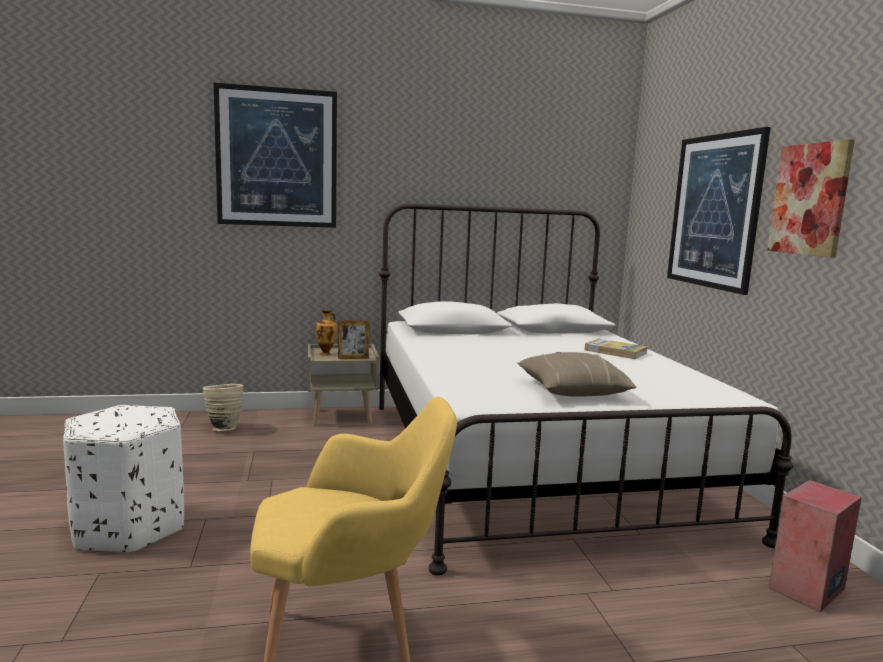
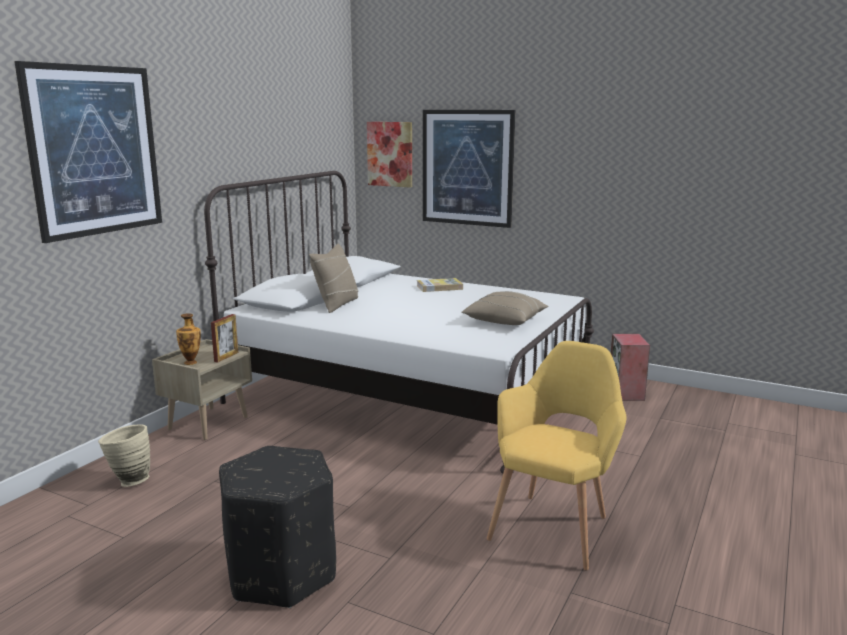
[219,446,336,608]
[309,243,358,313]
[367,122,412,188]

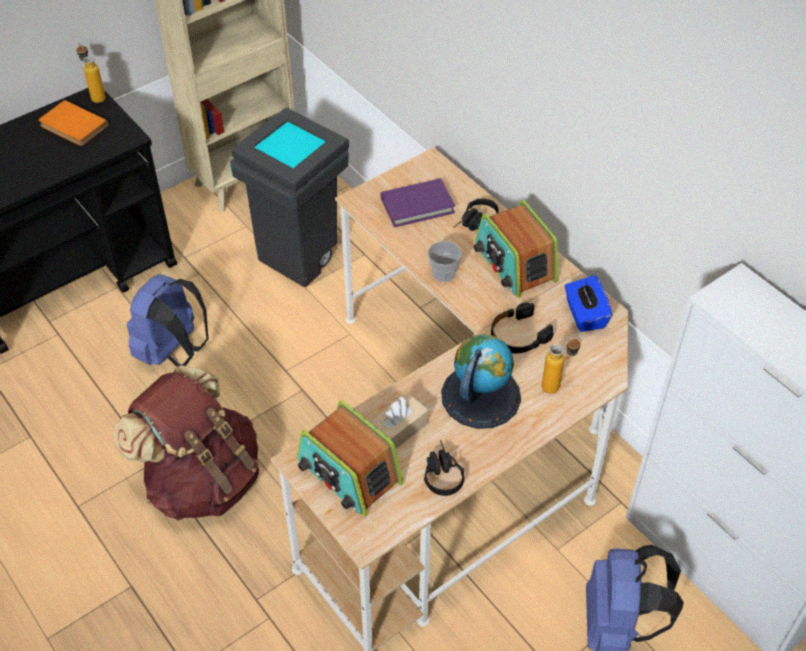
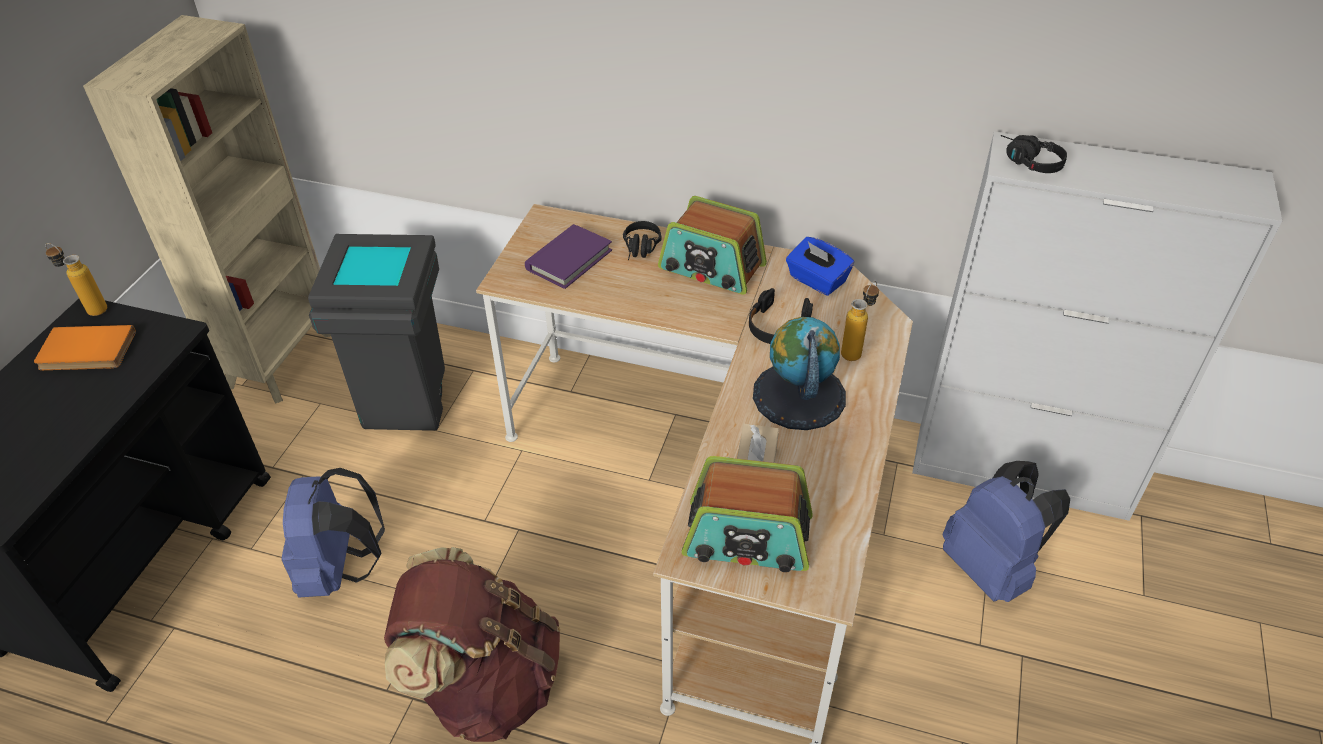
[1001,135,1067,173]
[428,241,462,282] (first image)

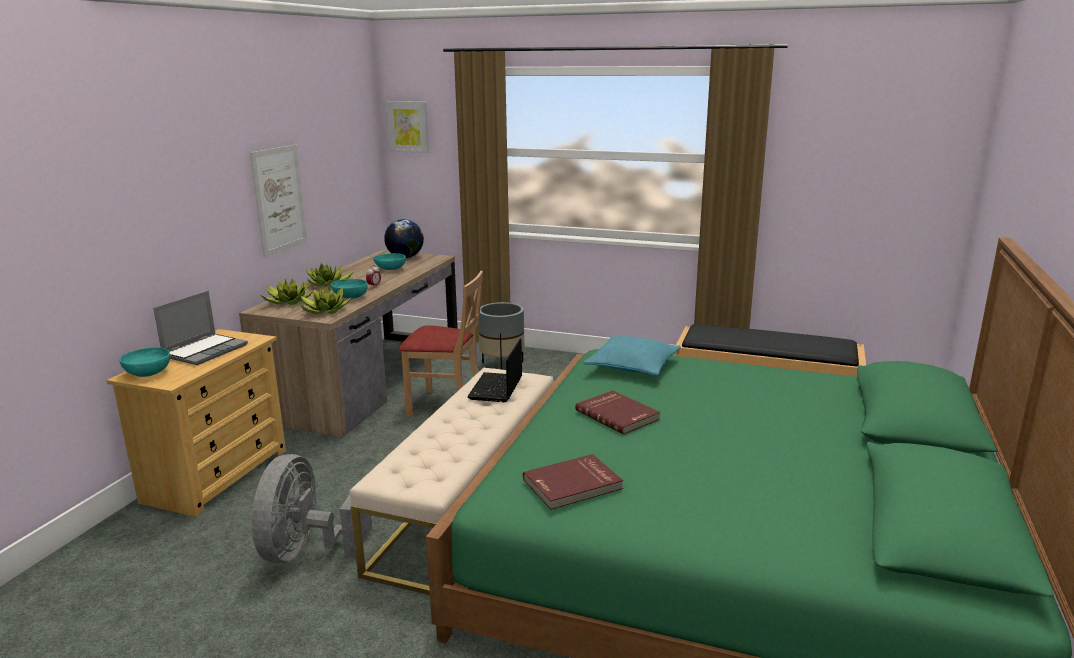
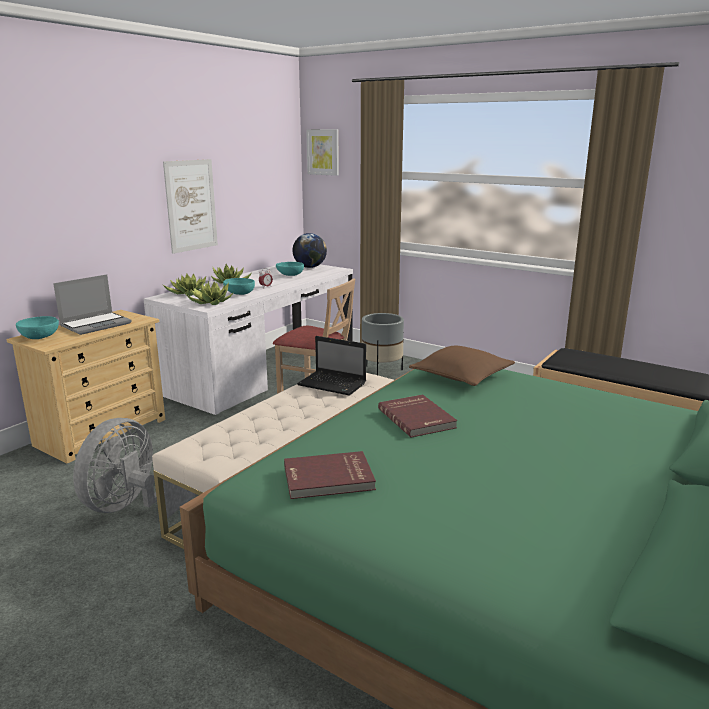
[143,261,353,415]
[297,336,366,396]
[409,346,515,386]

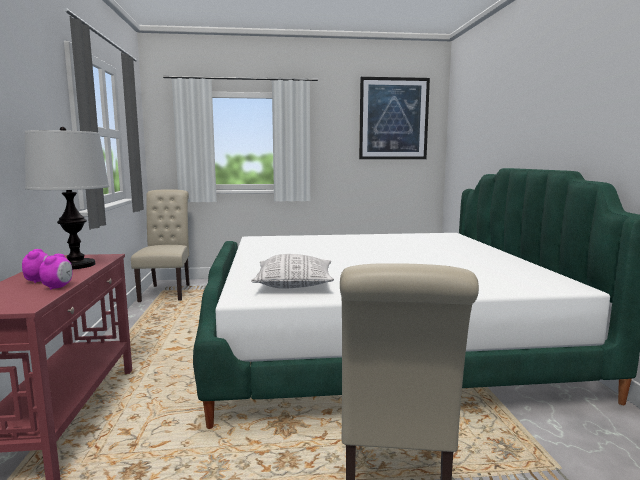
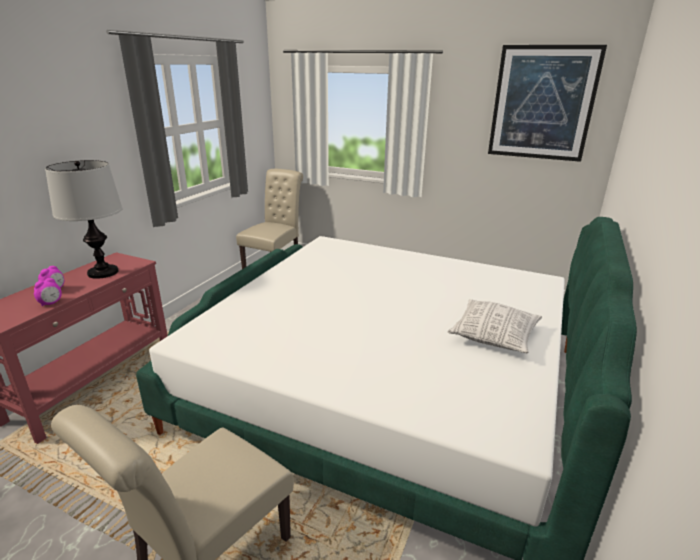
[448,299,542,353]

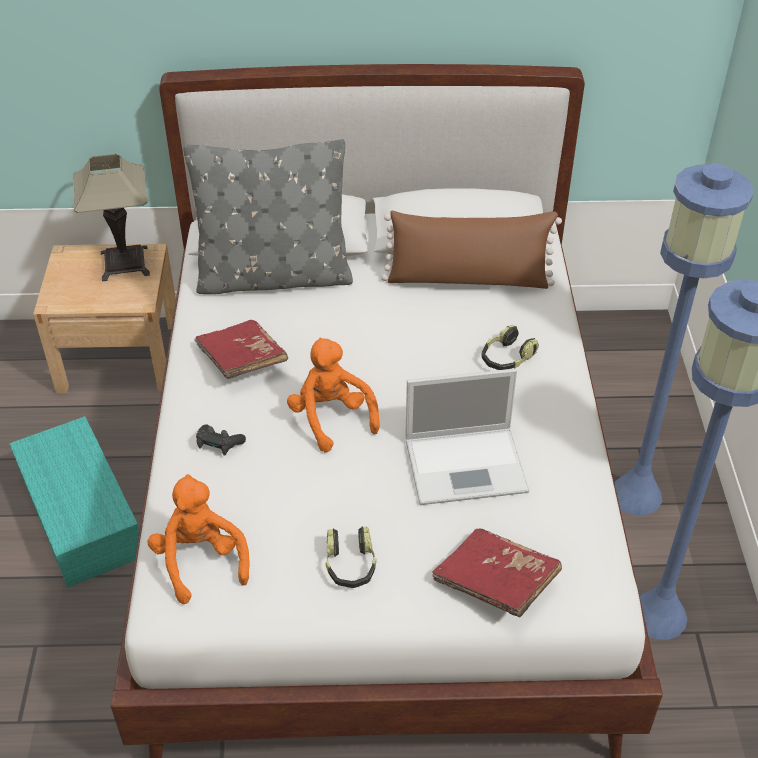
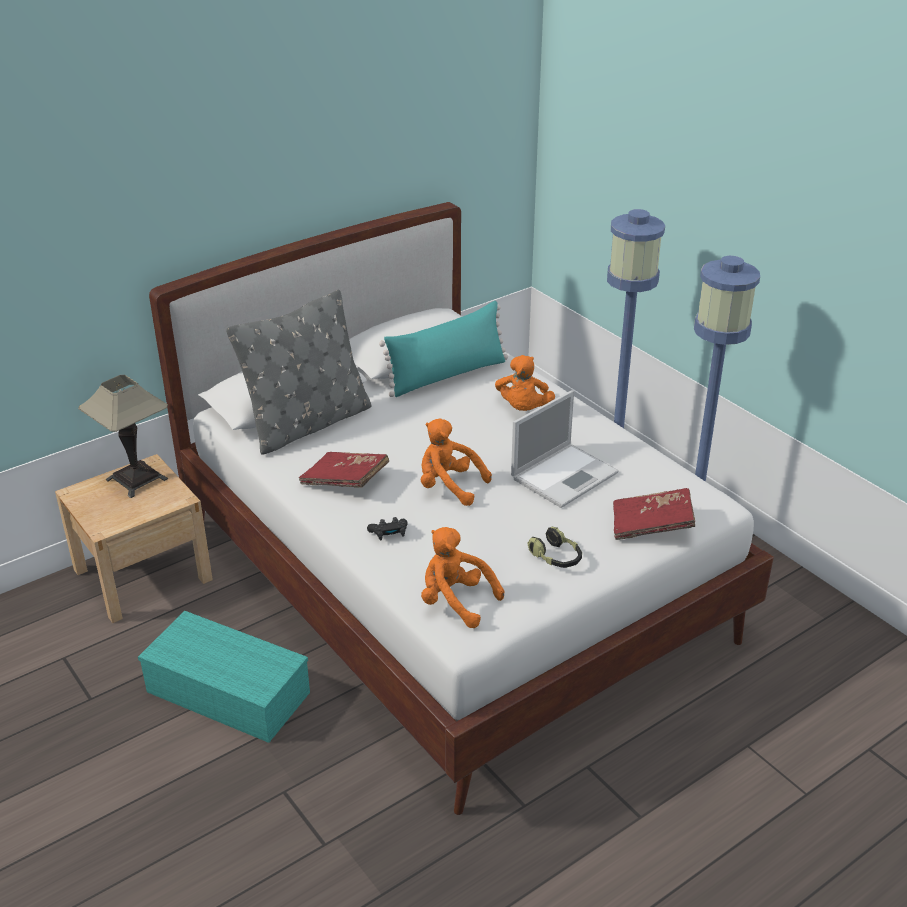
[379,301,508,397]
[495,355,555,411]

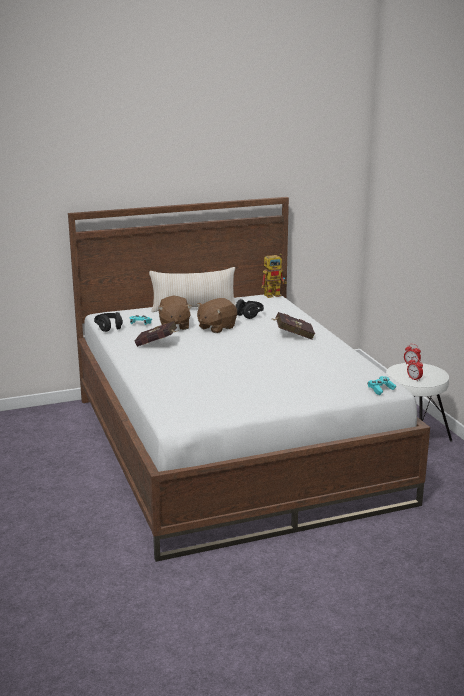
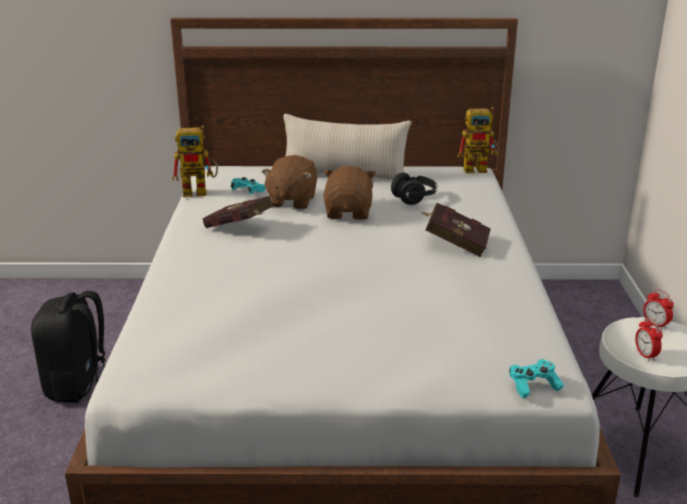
[31,291,106,403]
[172,125,218,197]
[323,166,376,220]

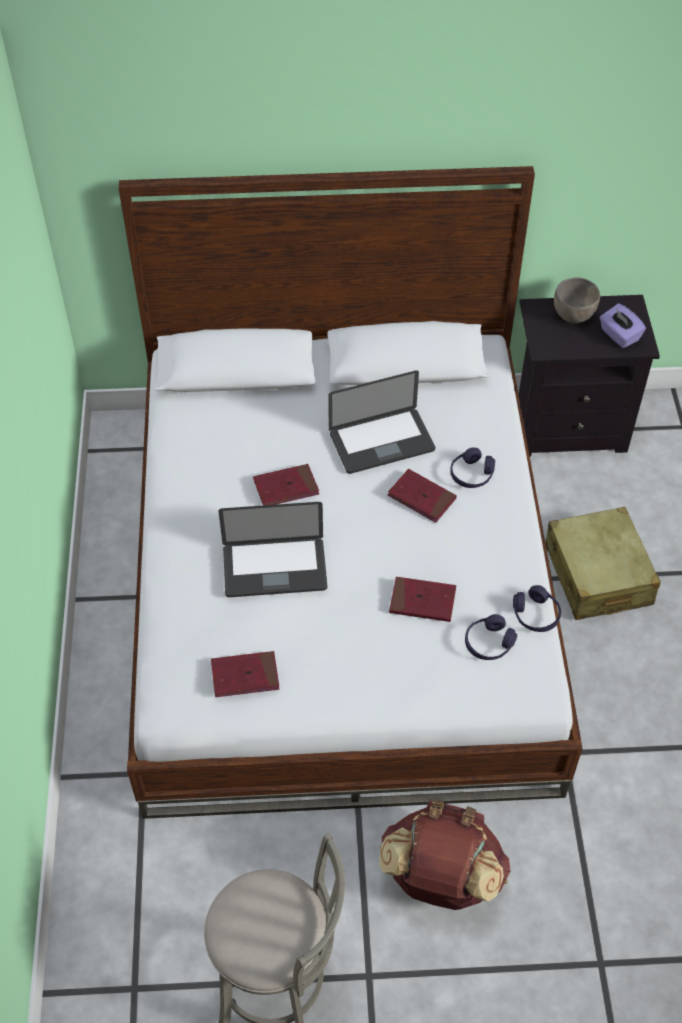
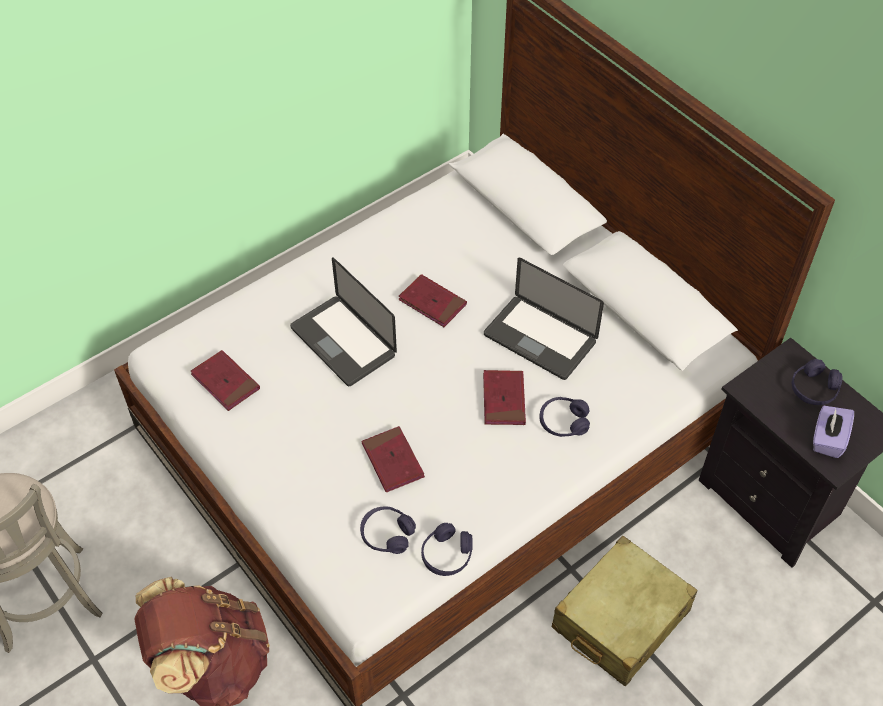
[792,359,843,405]

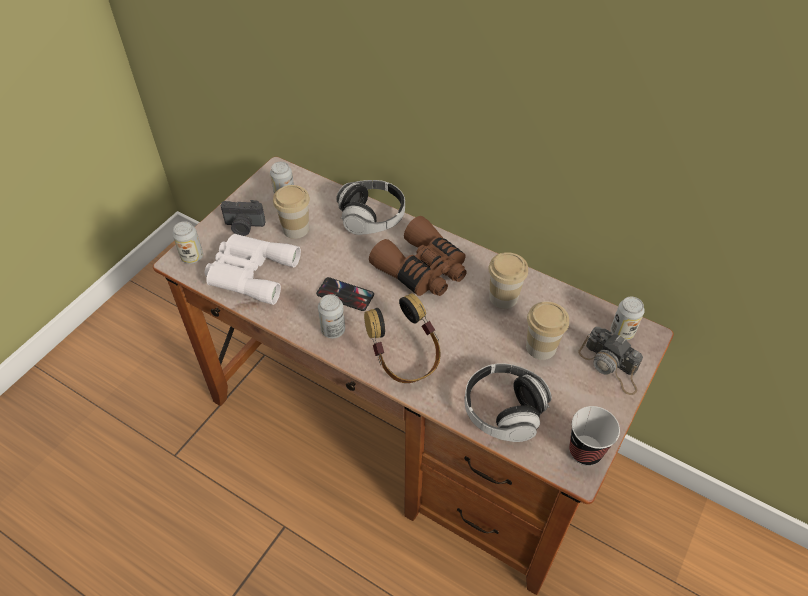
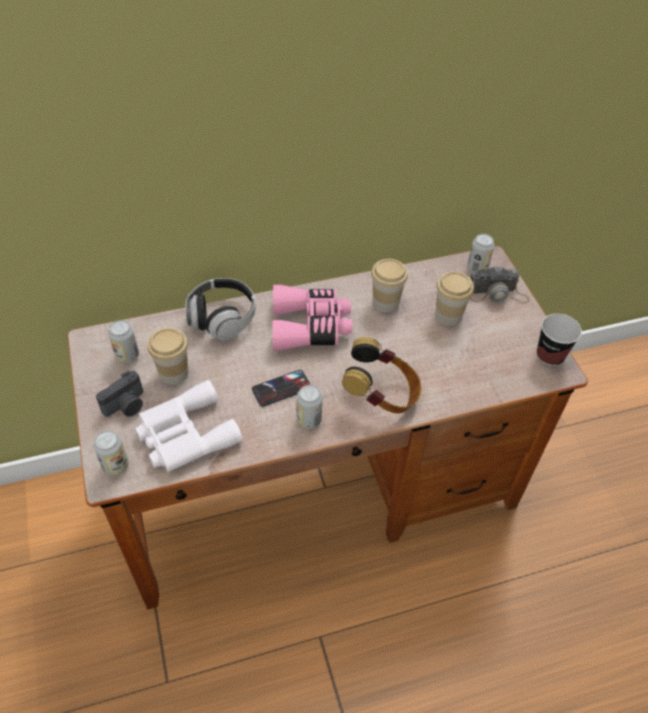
[272,285,352,351]
[465,363,552,442] (first image)

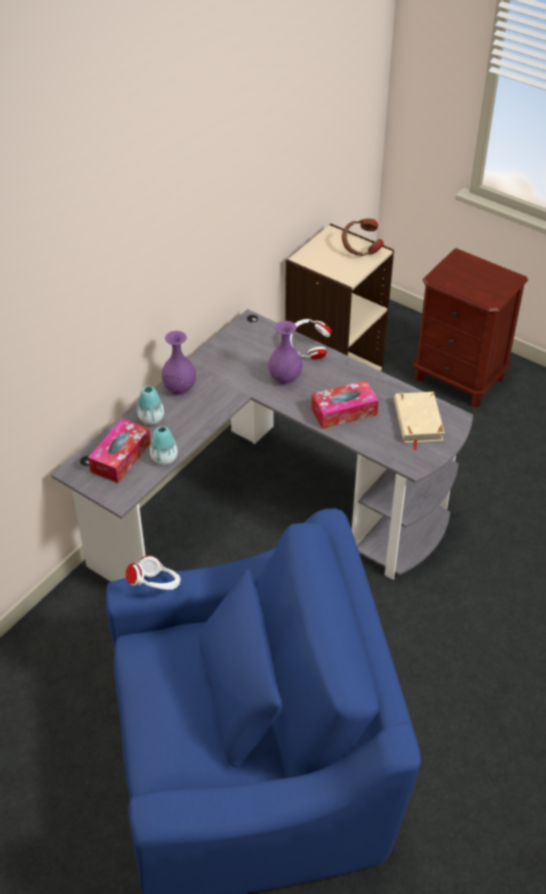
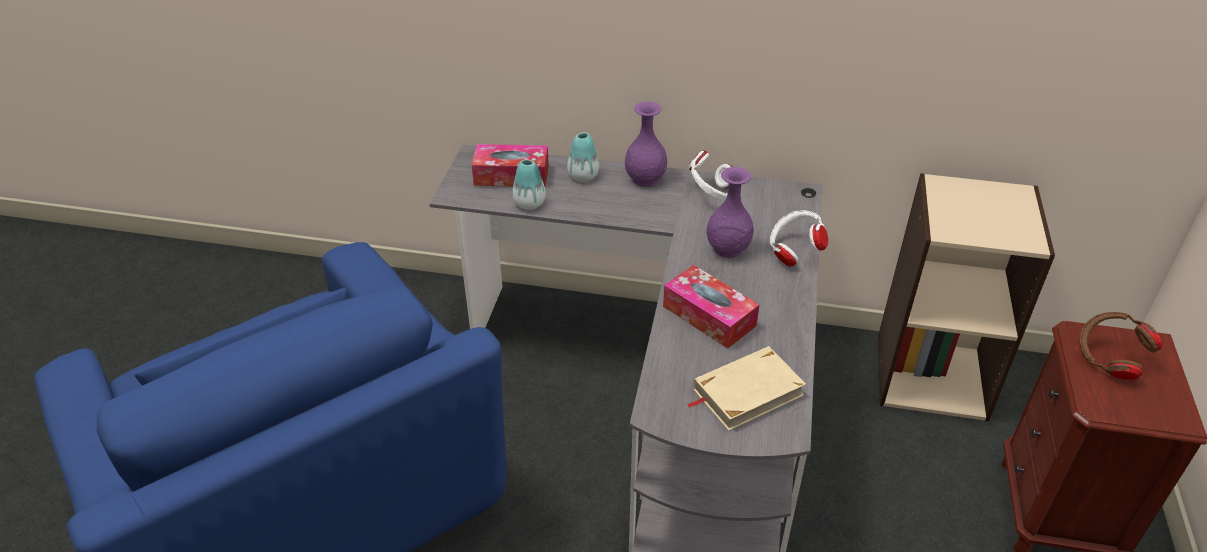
[688,150,733,201]
[1079,312,1163,380]

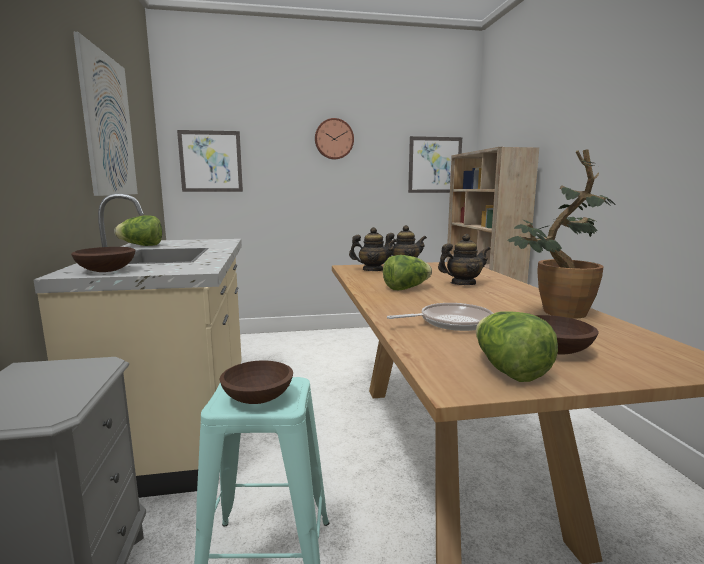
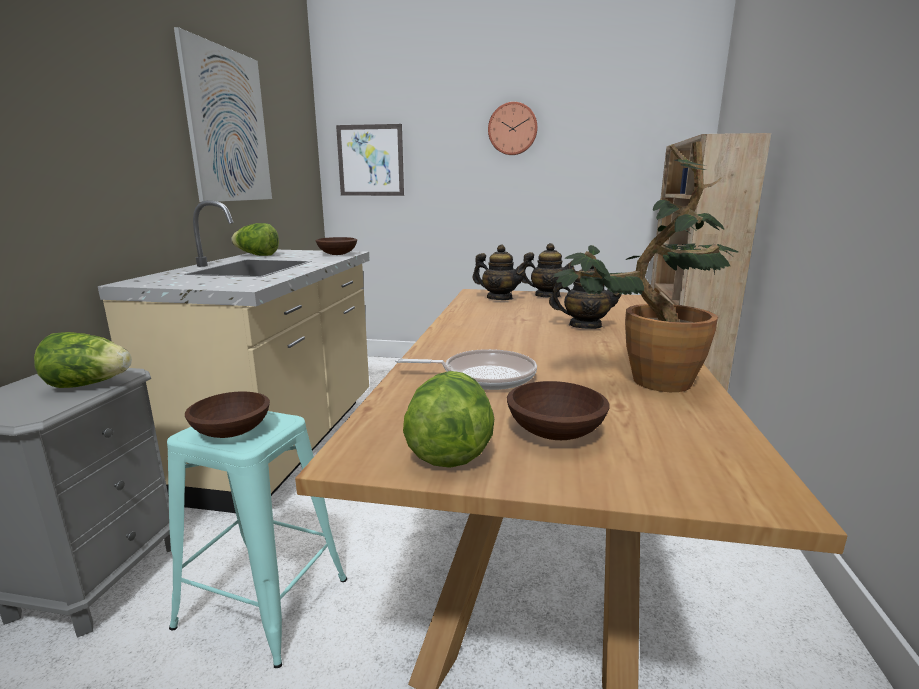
[34,332,132,388]
[316,237,357,255]
[408,136,462,193] (first image)

